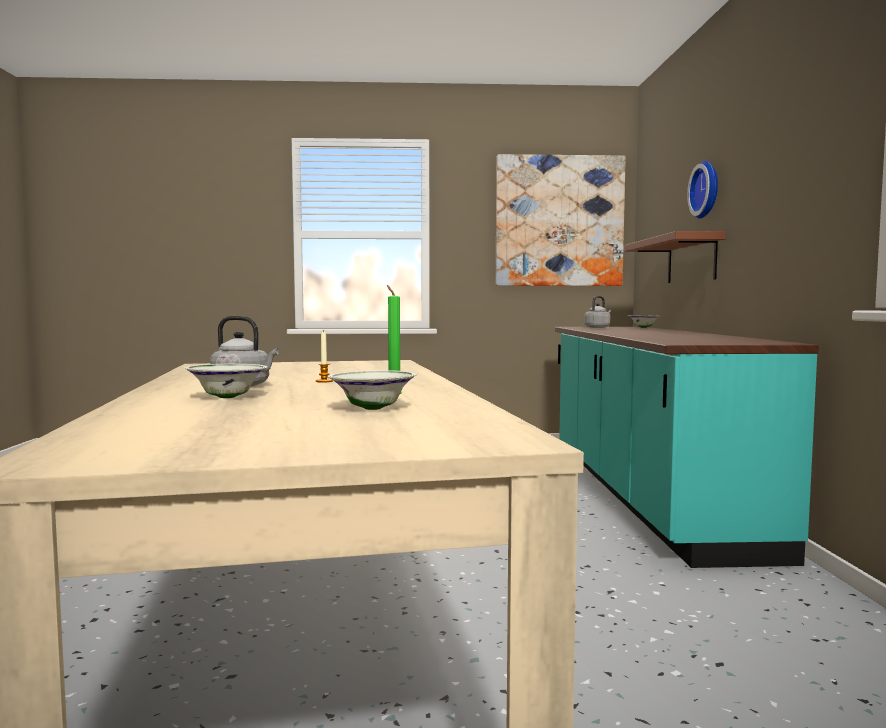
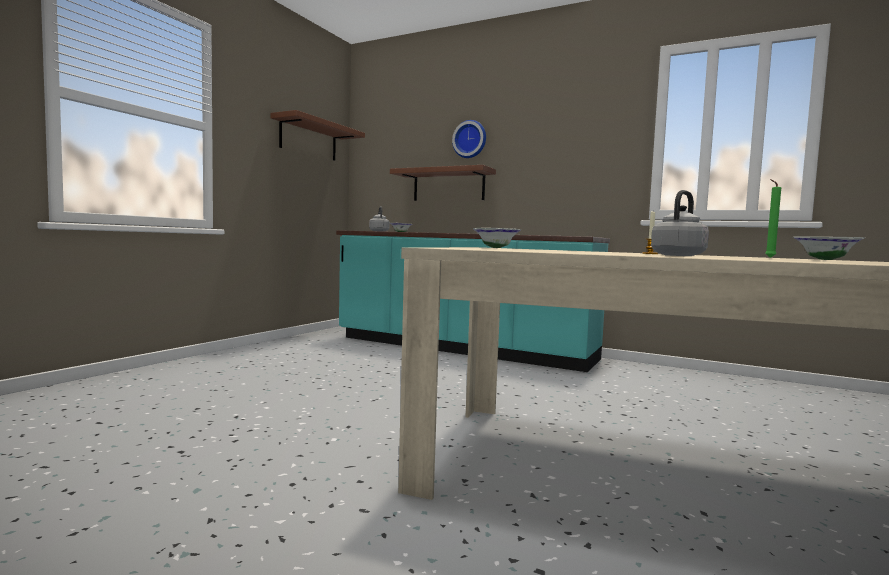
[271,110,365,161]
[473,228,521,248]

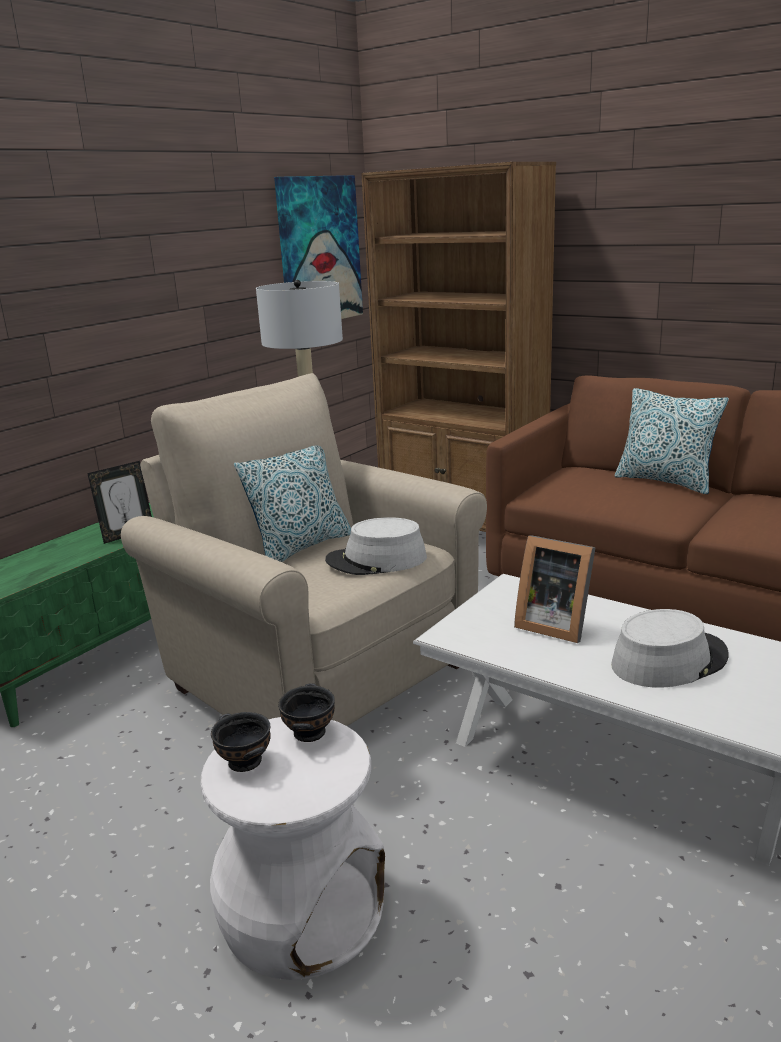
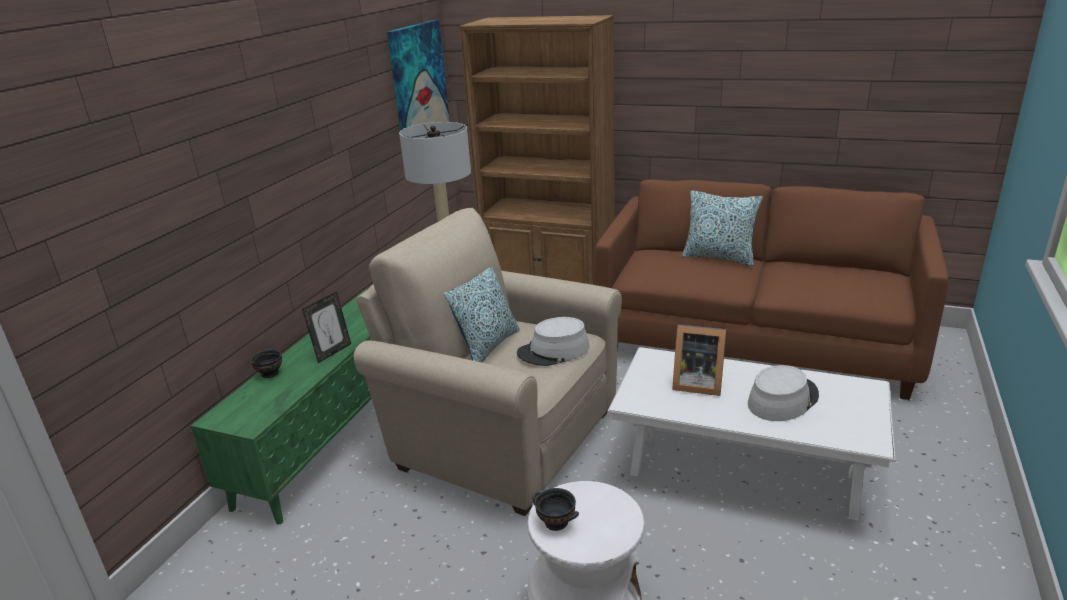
[250,349,282,378]

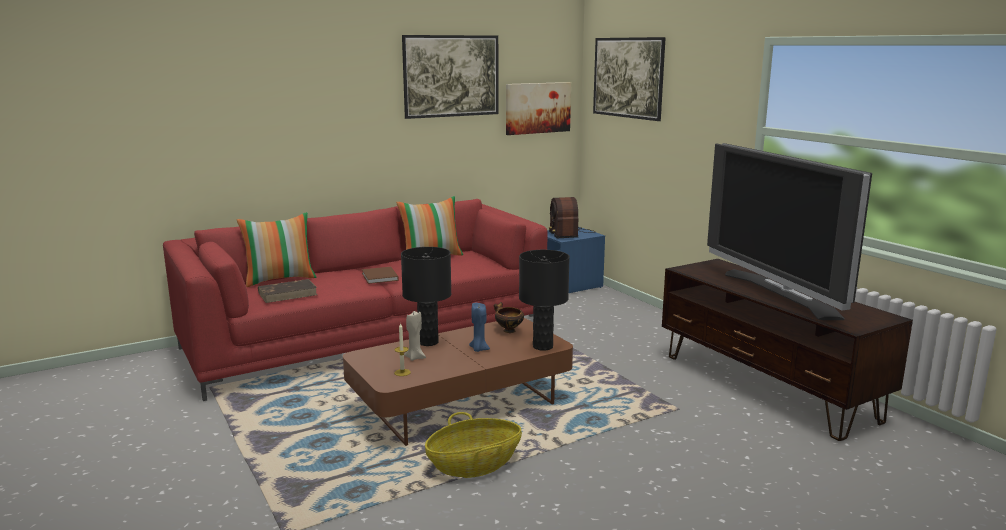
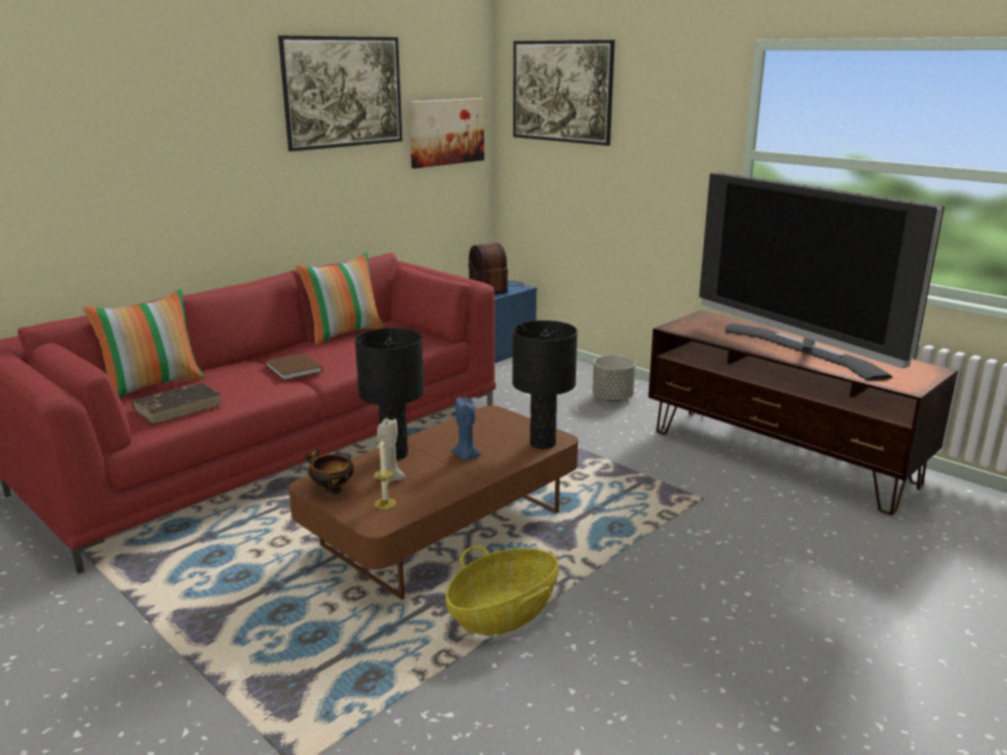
[305,448,354,495]
[592,355,636,402]

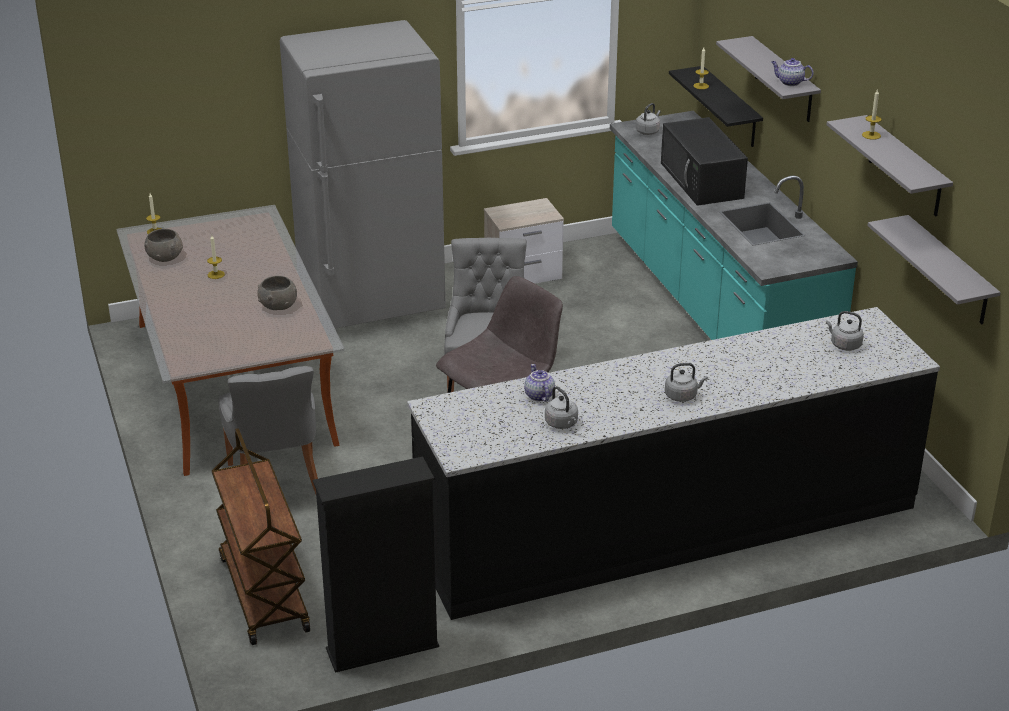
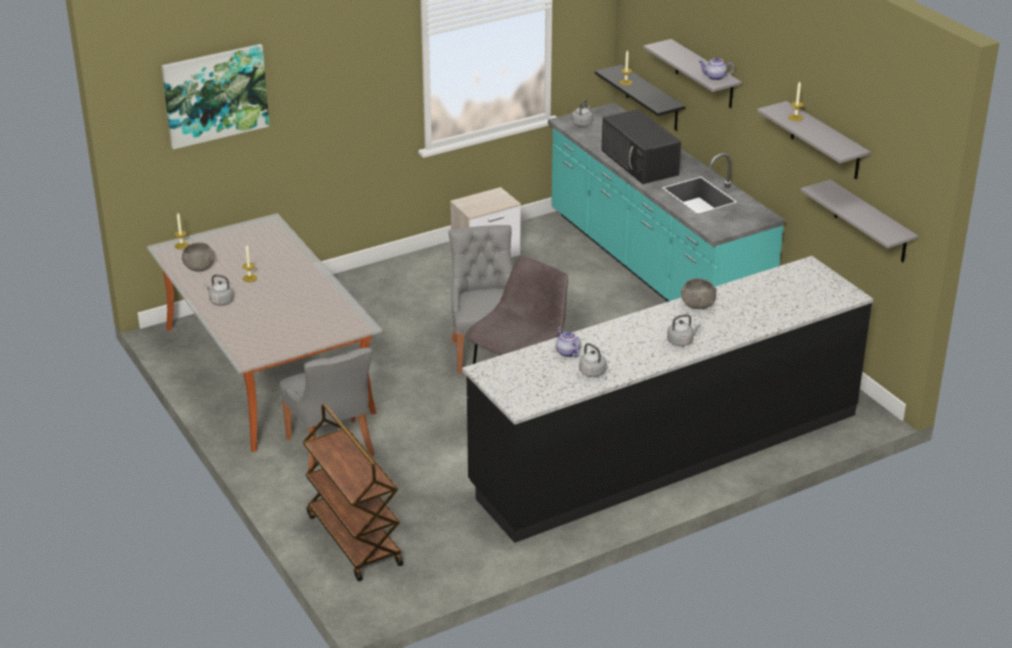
[161,44,269,149]
[204,275,234,305]
[681,278,717,309]
[280,20,446,328] (first image)
[313,457,439,673] (first image)

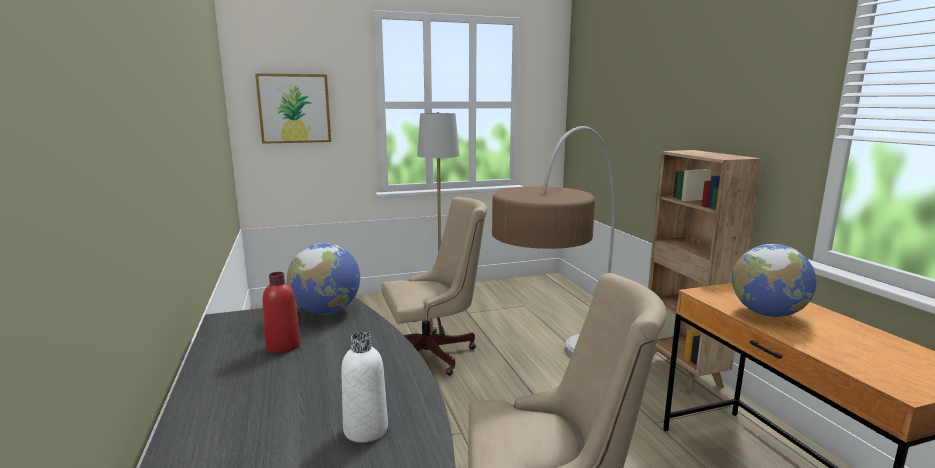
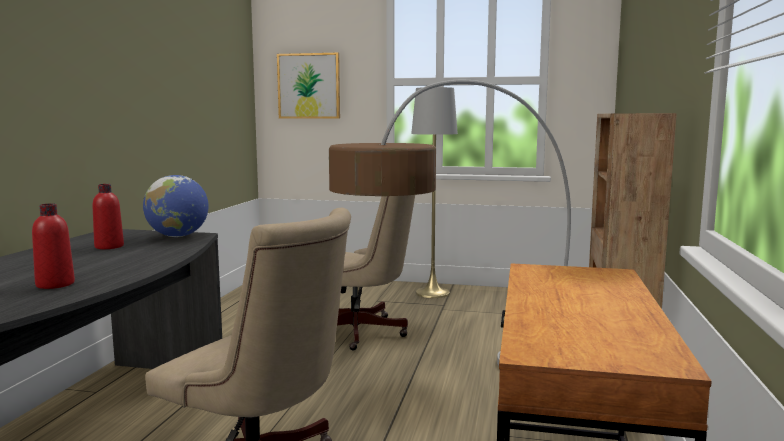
[32,203,75,289]
[732,244,817,317] (first image)

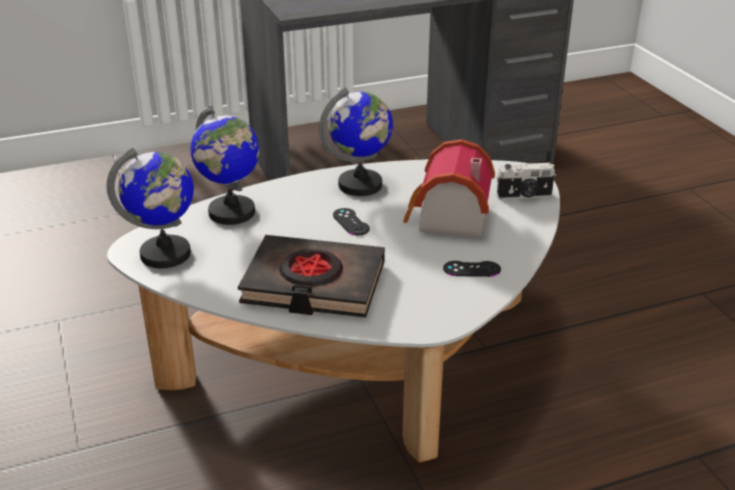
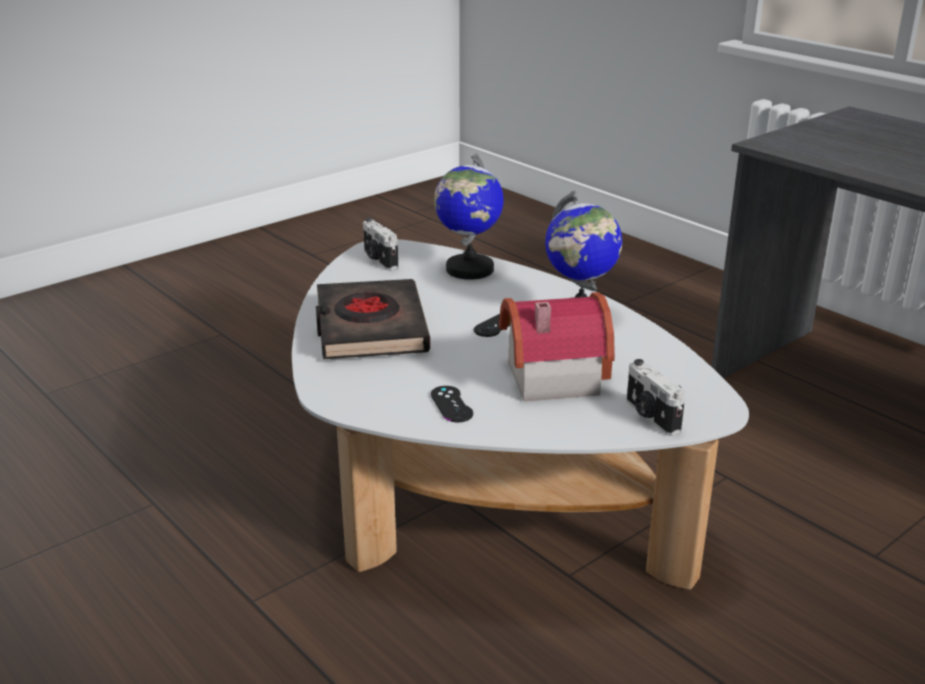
[363,217,398,271]

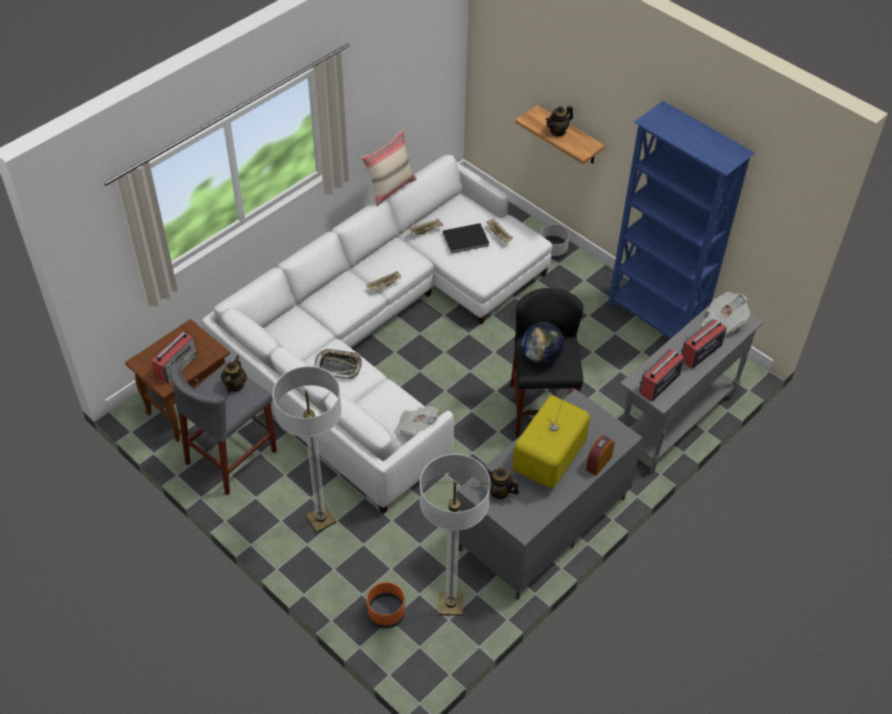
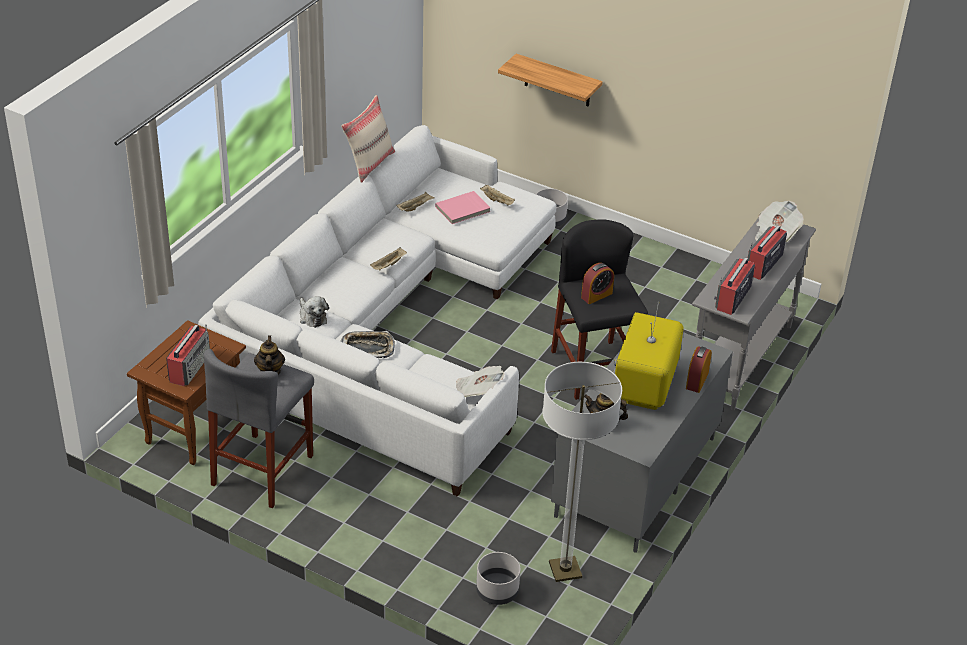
[300,296,329,328]
[435,191,491,224]
[476,552,520,605]
[581,263,614,304]
[273,366,342,533] (first image)
[546,106,573,137] (first image)
[608,101,755,339] (first image)

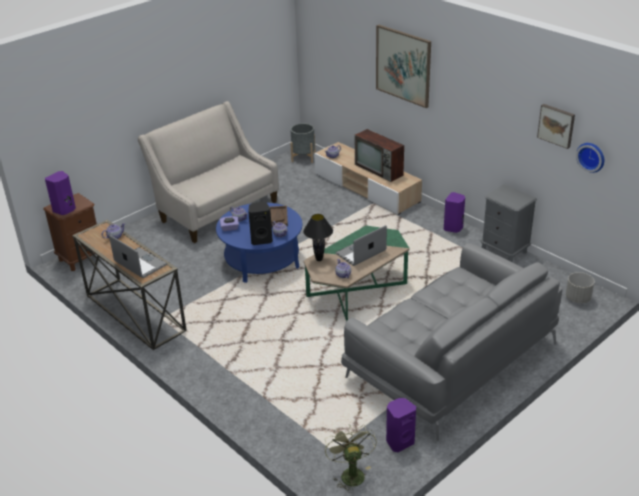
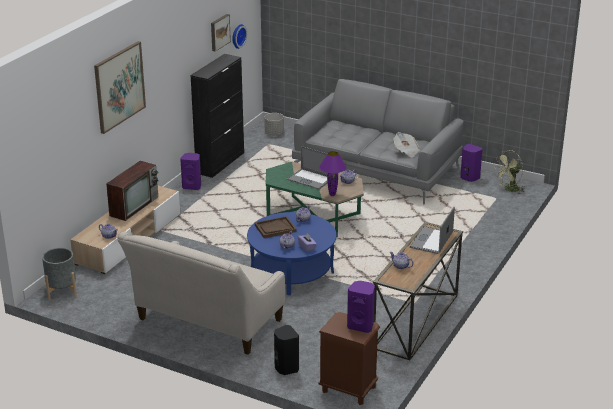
[190,54,244,178]
[274,325,299,375]
[319,151,346,196]
[393,132,420,158]

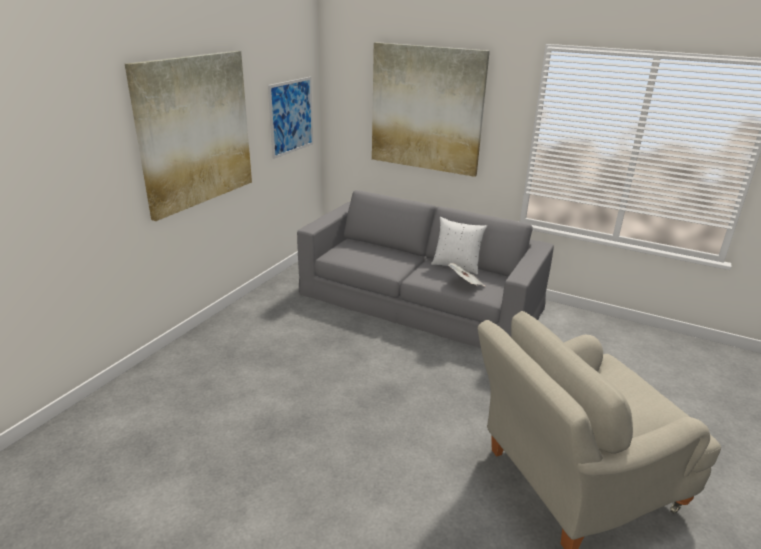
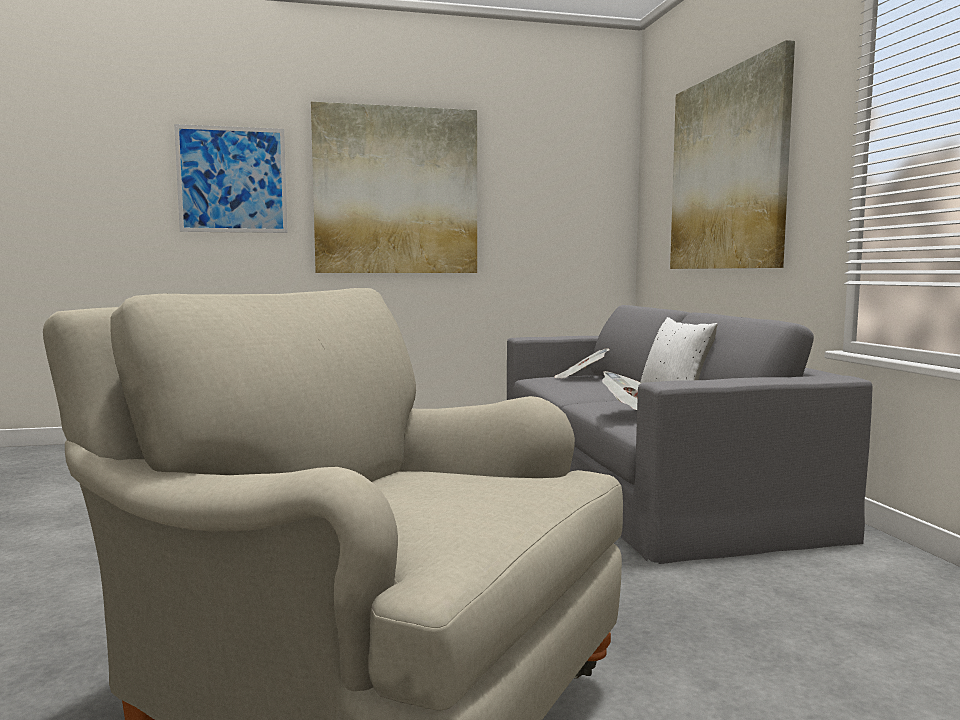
[174,124,288,233]
[554,348,610,379]

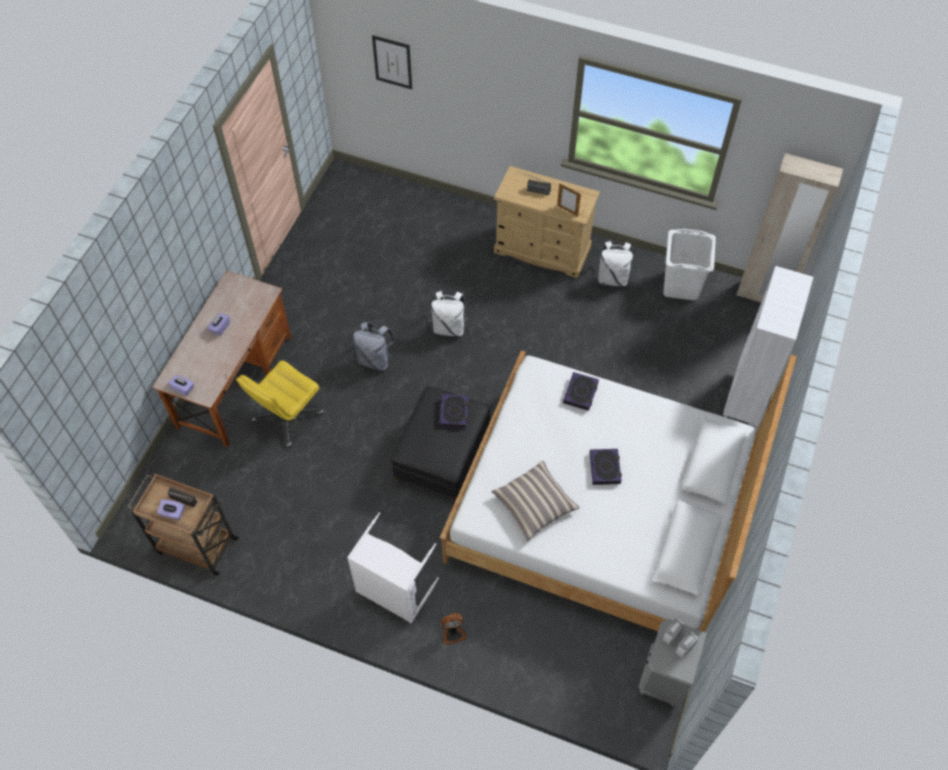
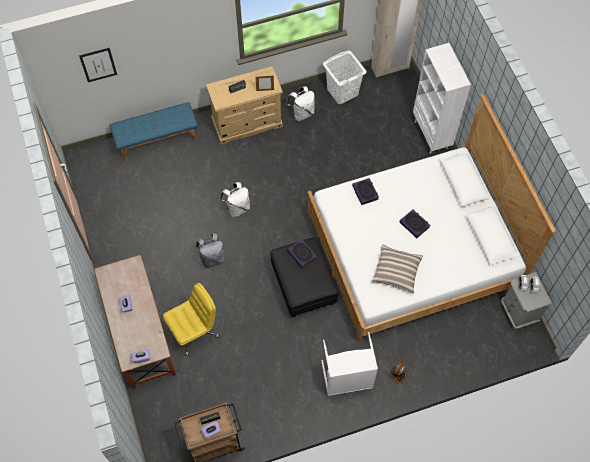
[110,102,198,162]
[163,283,220,356]

